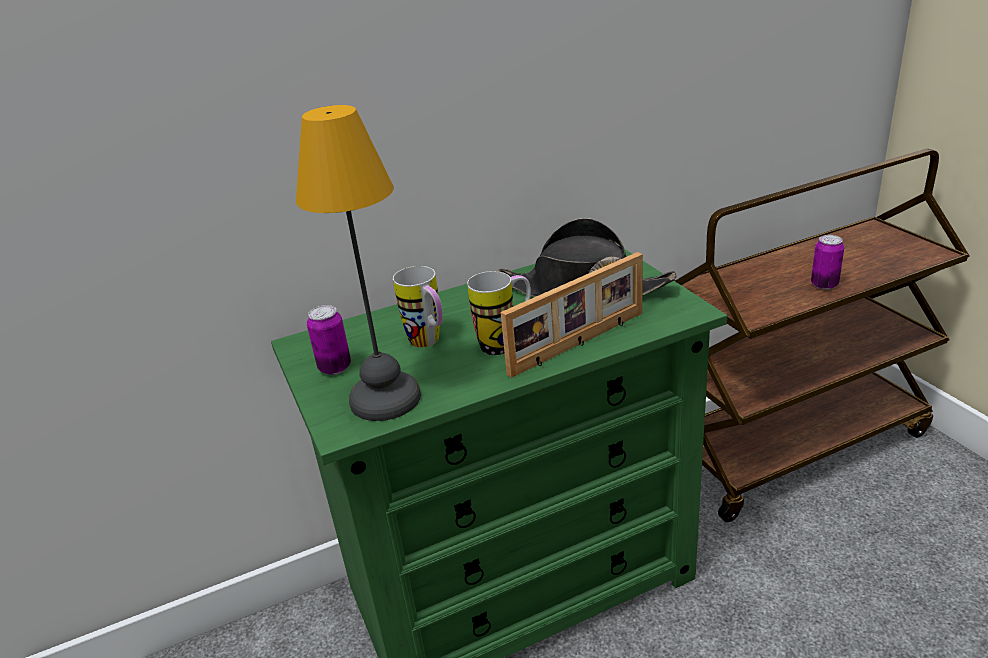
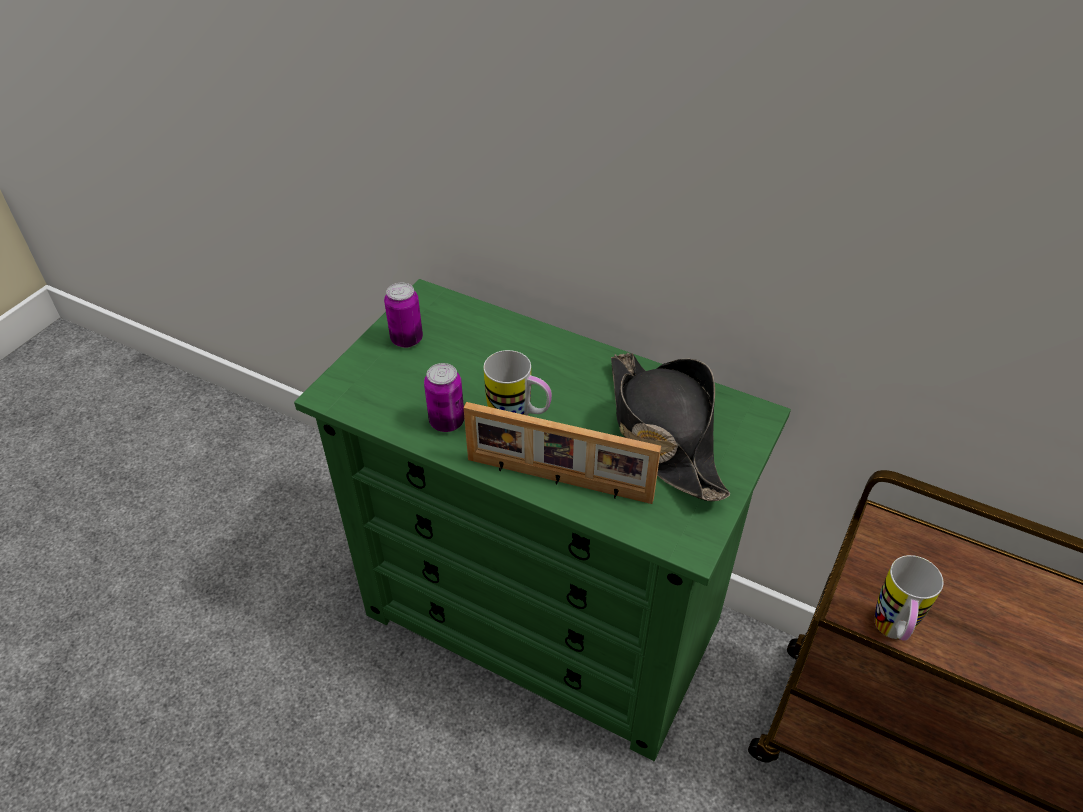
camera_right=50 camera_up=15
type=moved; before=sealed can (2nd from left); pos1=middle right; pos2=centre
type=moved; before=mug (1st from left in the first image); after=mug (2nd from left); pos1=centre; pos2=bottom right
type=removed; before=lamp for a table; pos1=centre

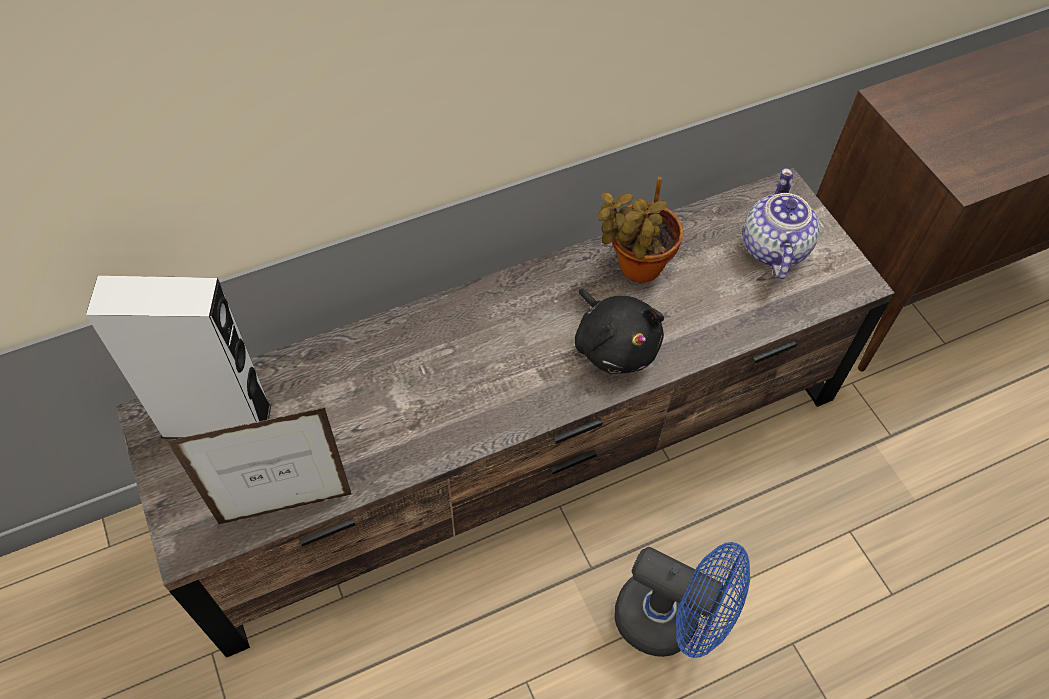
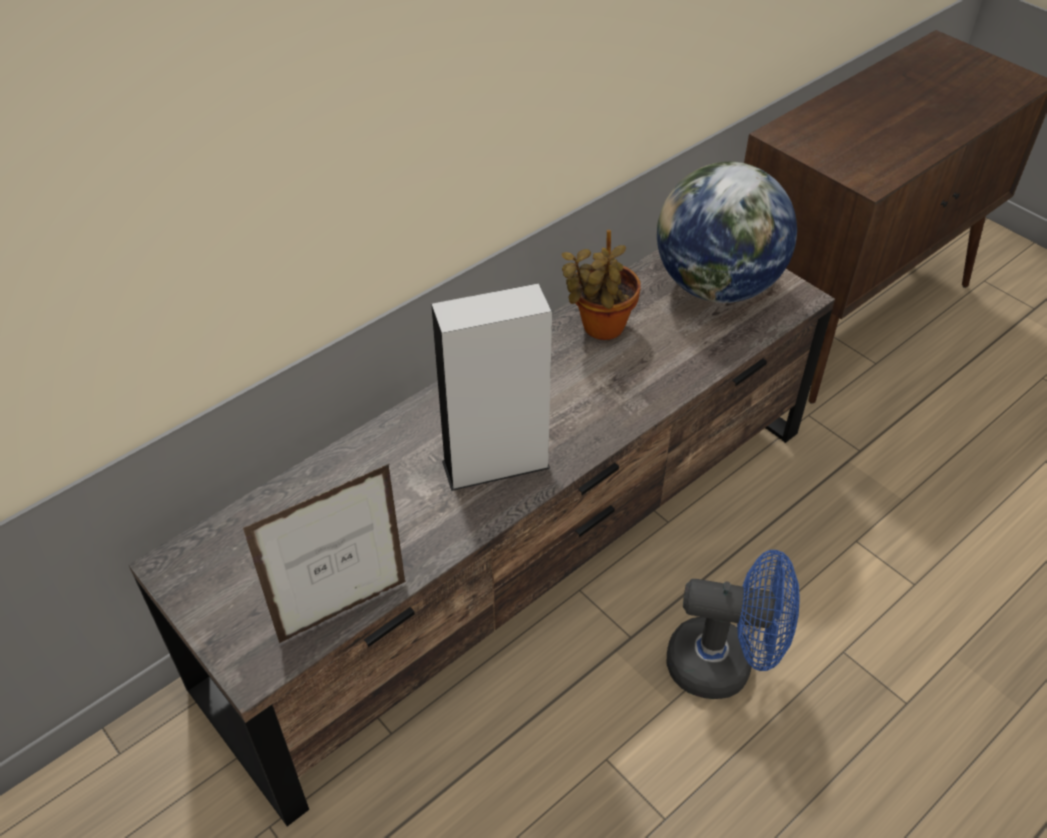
camera_right=-15 camera_up=-10
type=moved; before=audio speaker in gray; pos1=middle left; pos2=centre
type=replaced; before=tea pot; after=world globe; pos1=top right; pos2=top right
type=removed; before=soft toy in blackish; pos1=centre

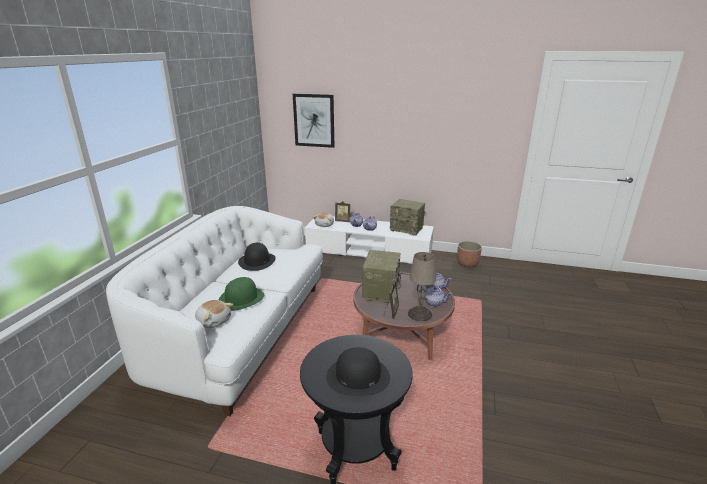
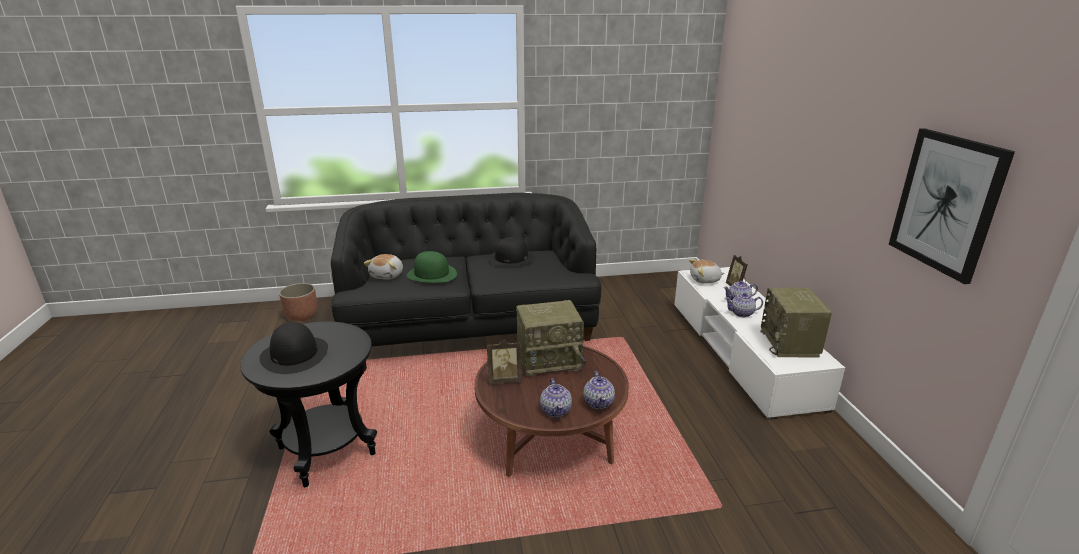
camera_right=65 camera_up=0
type=moved; before=flower pot; pos1=centre; pos2=middle left
type=recoloured; before=settee in whitish; after=settee in blackish; pos1=middle left; pos2=centre
type=moved; before=wall picture; pos1=top centre; pos2=middle right
type=removed; before=lamp for a table in beige-coloured; pos1=centre

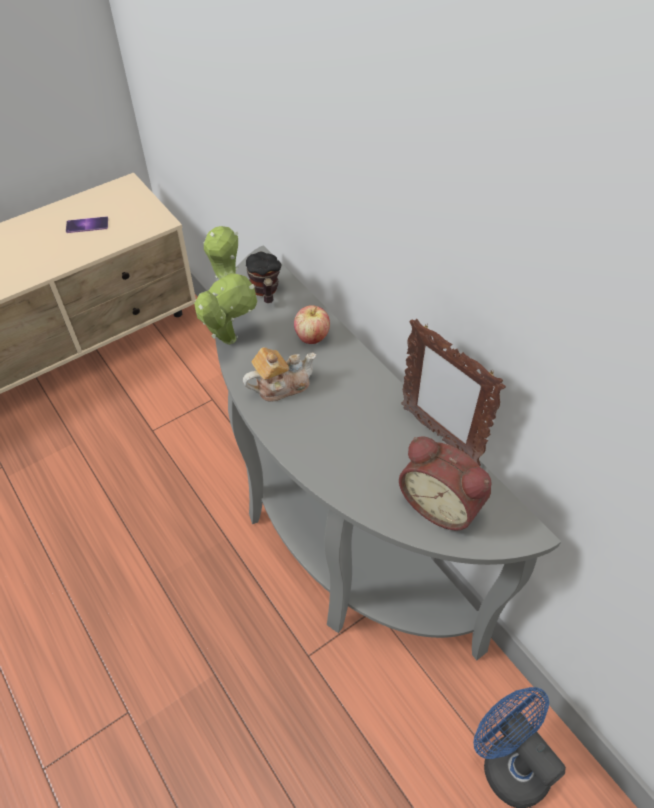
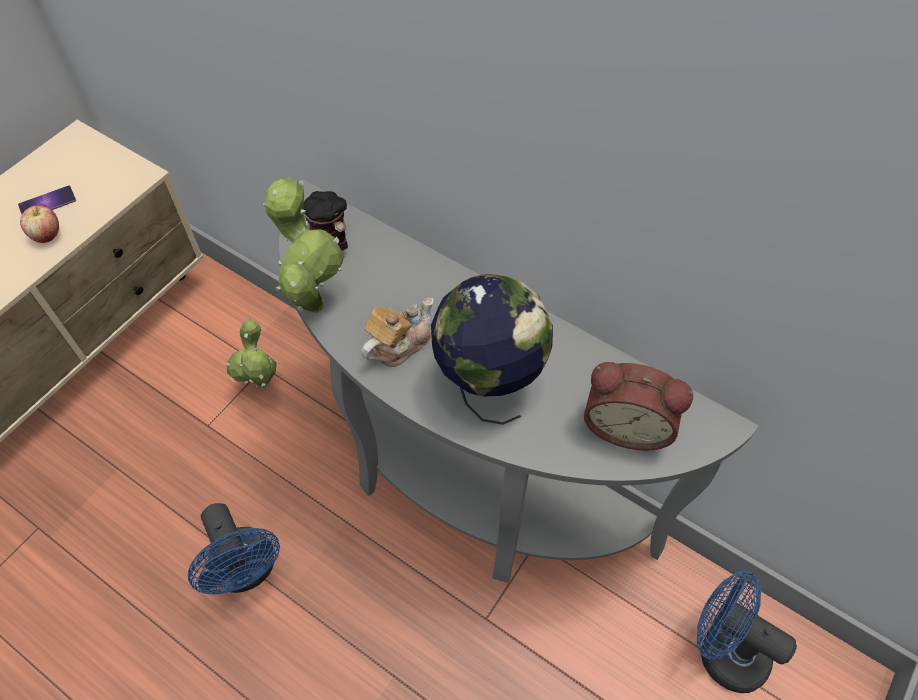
camera_right=-20 camera_up=5
type=moved; before=apple fruit; pos1=centre; pos2=top left
type=added; after=cooling fan in bluish (1st from left); pos2=bottom left
type=added; after=potted plant (1st from left); pos2=middle left
type=added; after=world globe; pos2=centre
type=removed; before=picture frame; pos1=middle right

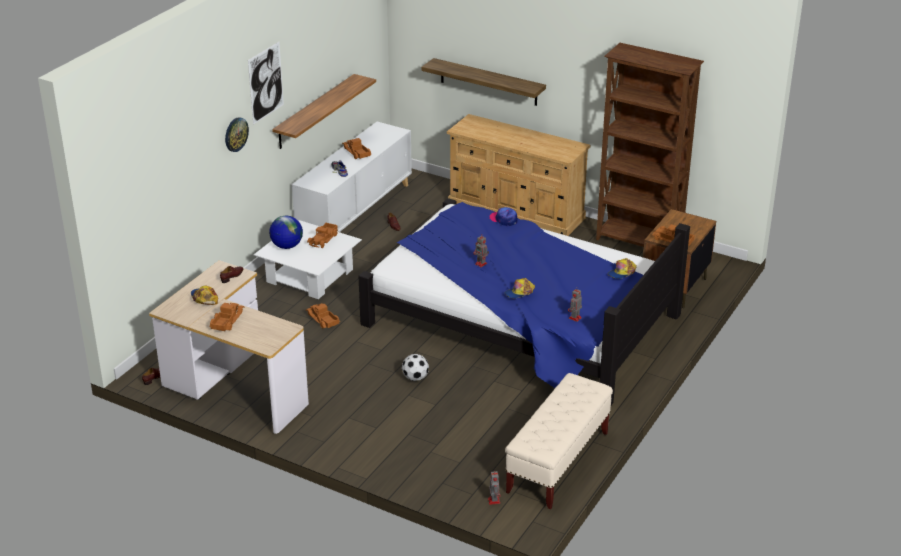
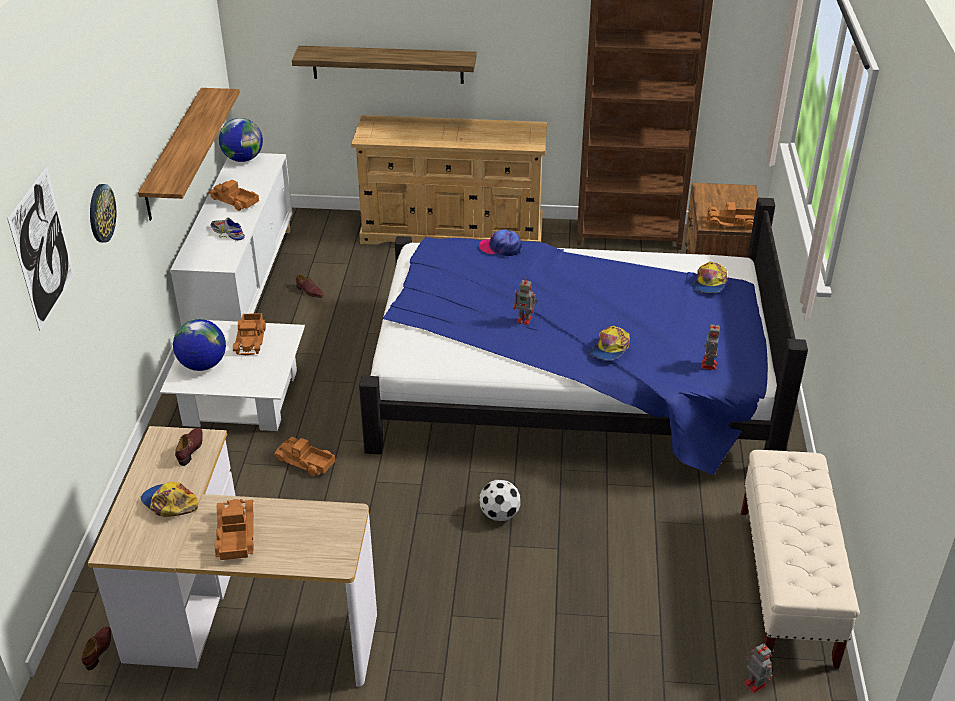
camera_right=-25 camera_up=5
type=moved; before=wall picture; pos1=top left; pos2=middle left
type=added; after=world globe (2nd from left); pos2=top left

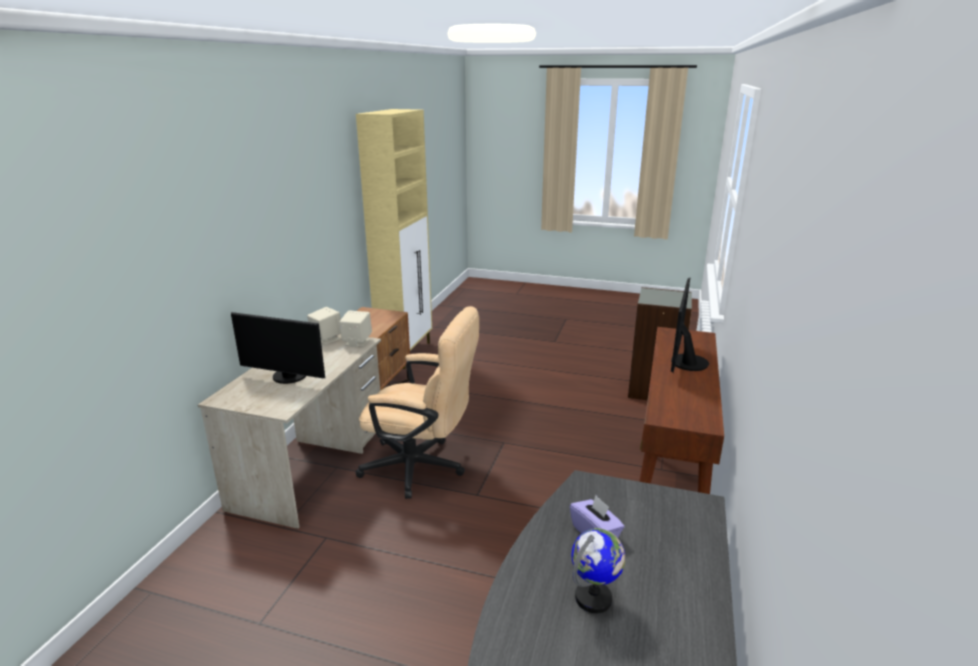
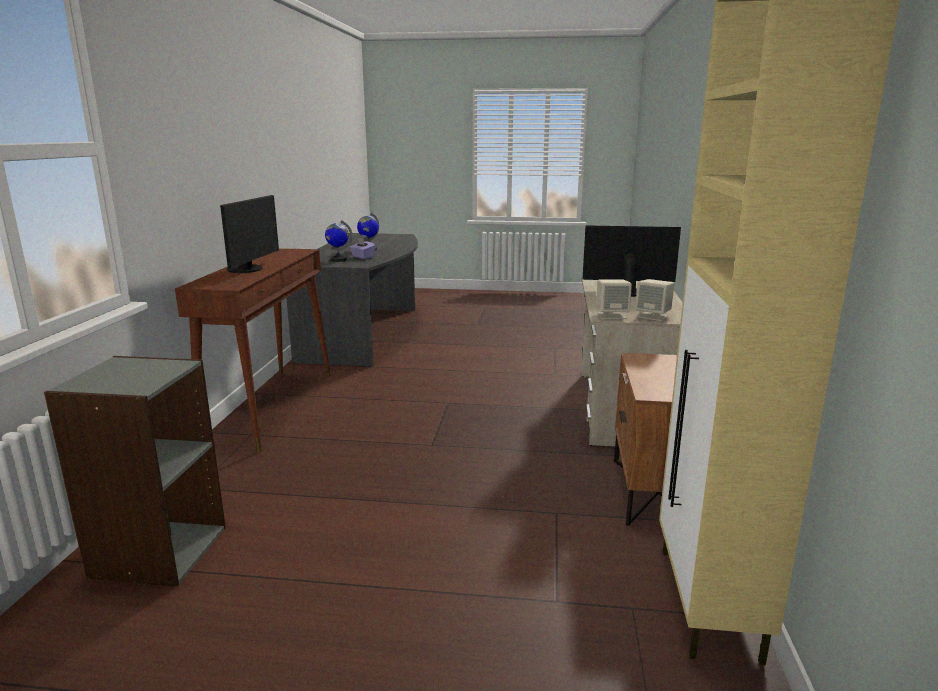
camera_right=170 camera_up=-5
type=added; after=world globe (1st from left); pos2=centre
type=removed; before=office chair in beige-coloured; pos1=centre

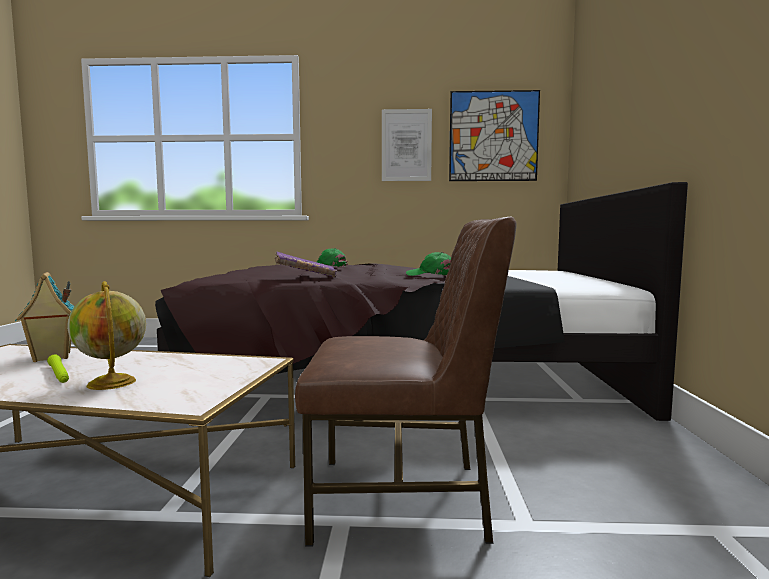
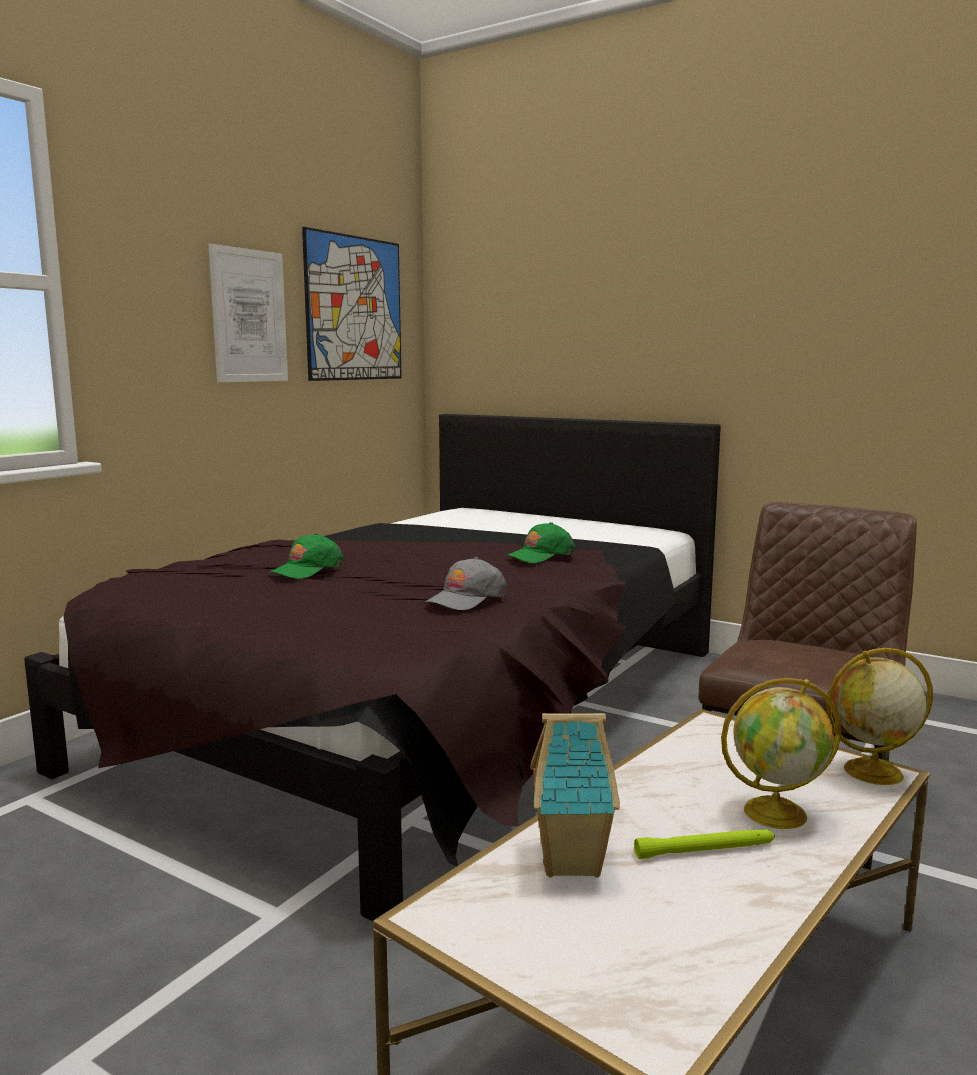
camera_right=-60 camera_up=5
type=replaced; before=book in purple; after=peaked cap in gray; pos1=centre; pos2=centre
type=added; after=world globe (2nd from left); pos2=middle right

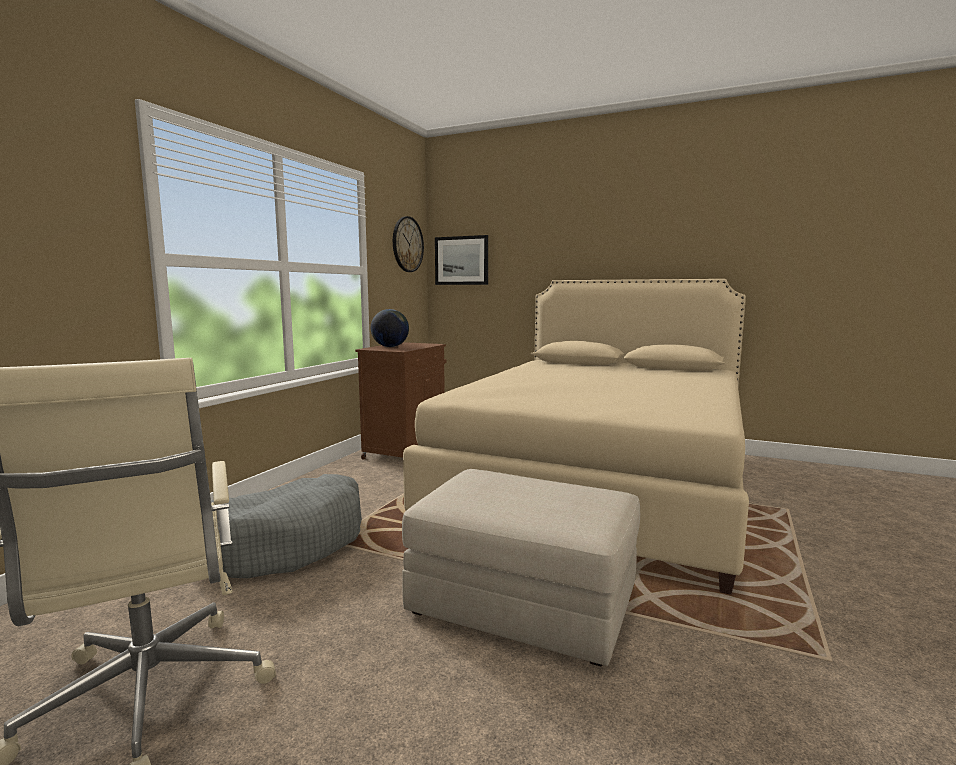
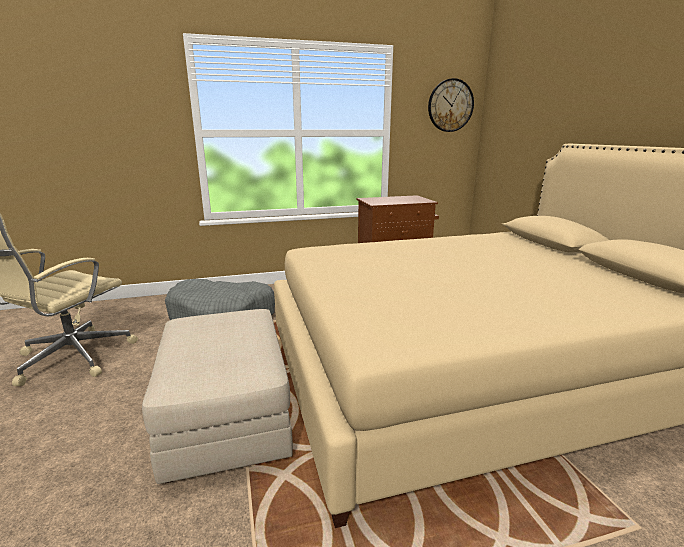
camera_right=50 camera_up=10
type=removed; before=world globe; pos1=centre
type=removed; before=wall picture; pos1=centre

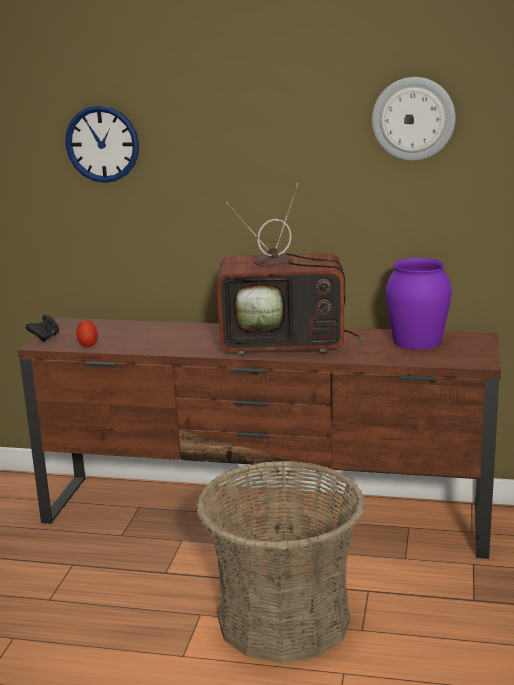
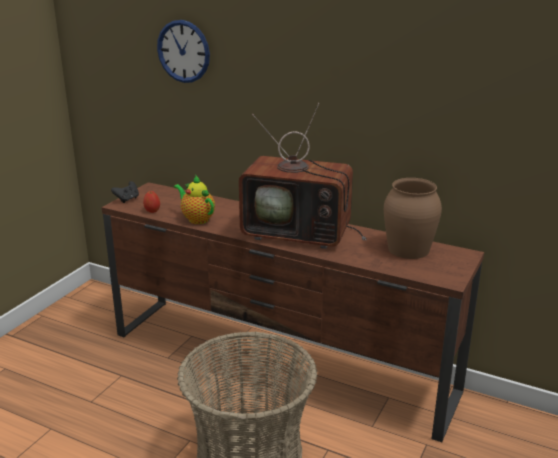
camera_right=15 camera_up=5
type=added; after=tea pot; pos2=centre
type=recoloured; before=flower vase in purple; after=flower vase in brown; pos1=middle right; pos2=middle right
type=removed; before=clock on the wall (2nd from left); pos1=top right

